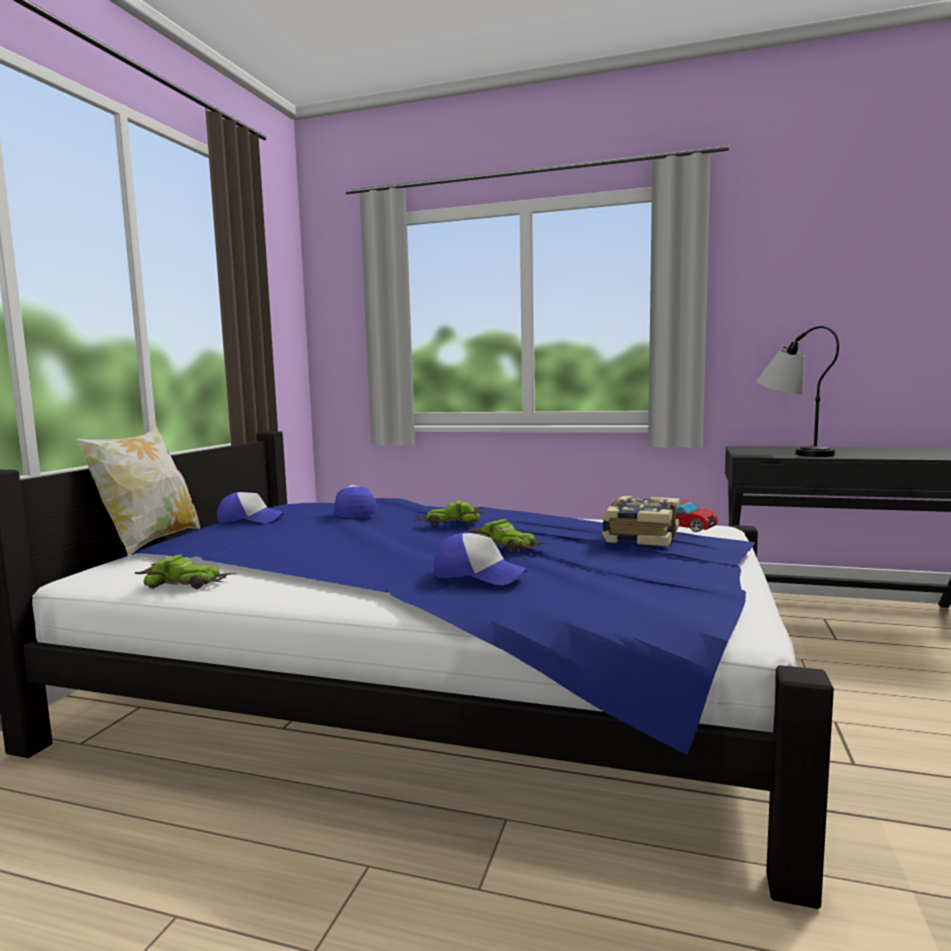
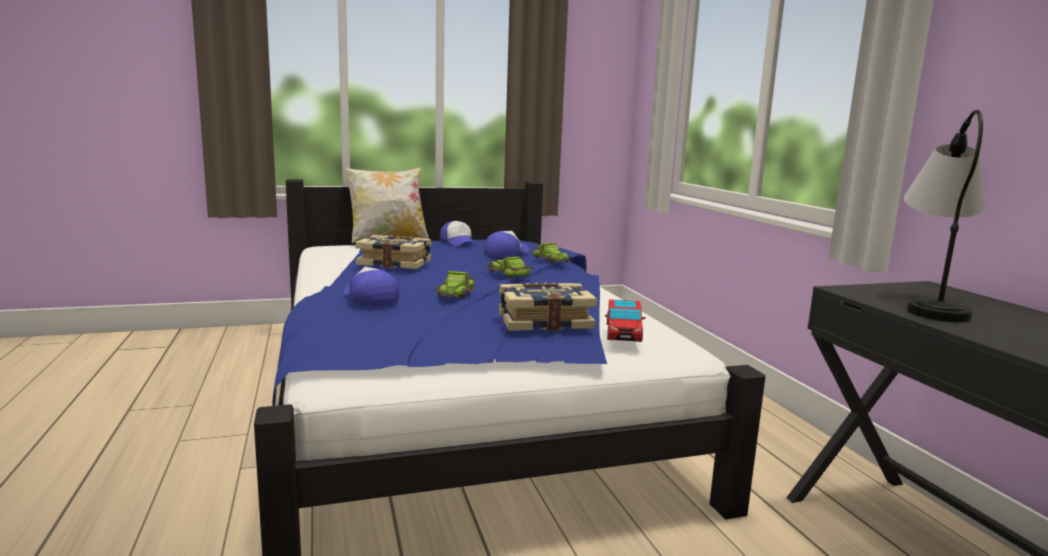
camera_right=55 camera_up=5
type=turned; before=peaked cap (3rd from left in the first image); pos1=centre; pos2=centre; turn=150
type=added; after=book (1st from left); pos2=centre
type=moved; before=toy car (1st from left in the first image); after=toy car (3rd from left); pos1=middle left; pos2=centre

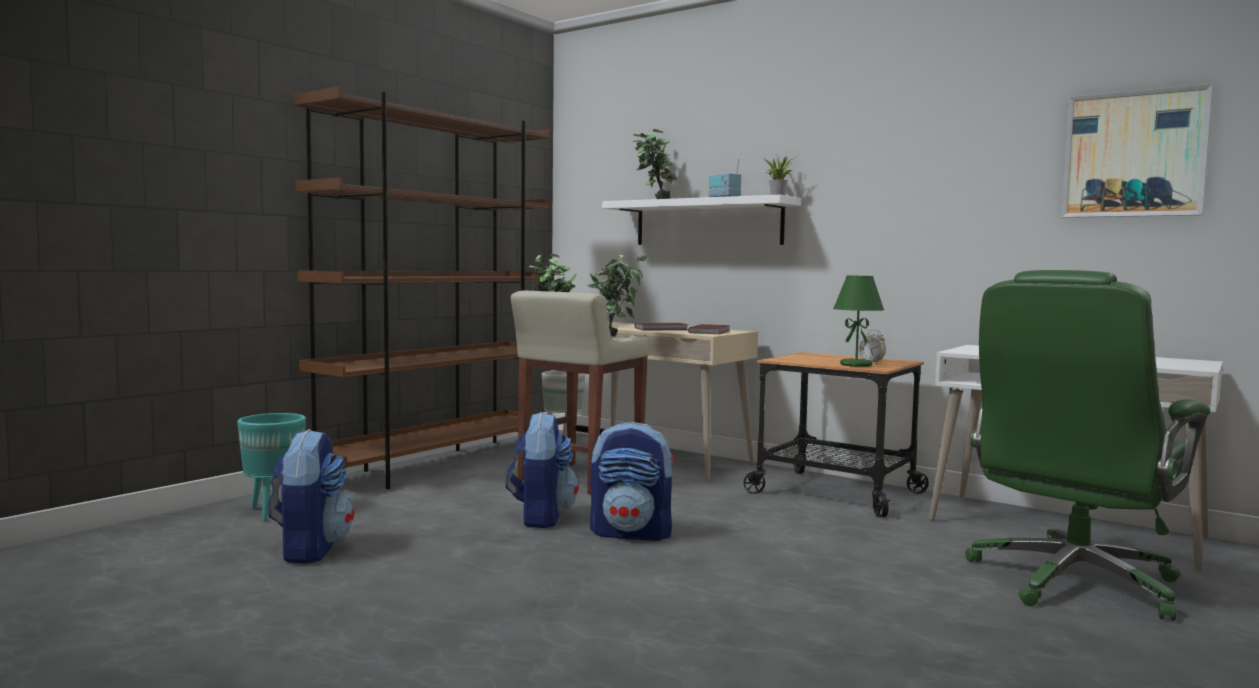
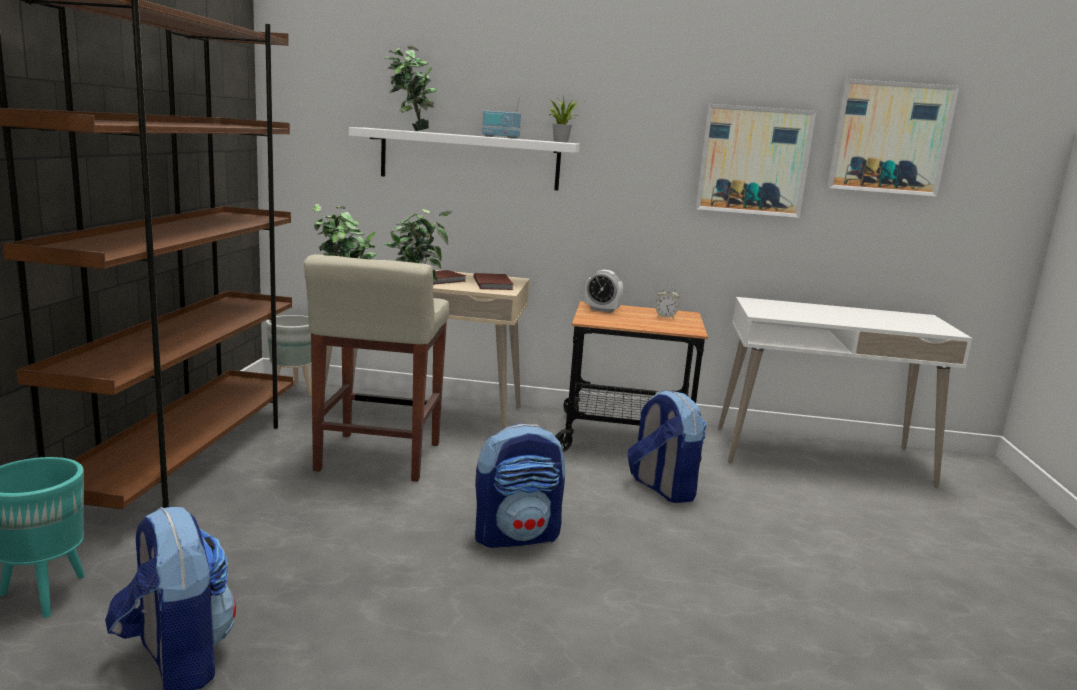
camera_right=-30 camera_up=10
type=added; after=bedside clock (1st from left); pos2=centre
type=moved; before=rucksack (2nd from left in the first image); after=rucksack (3rd from left); pos1=bottom centre; pos2=centre
type=added; after=wall picture (1st from left); pos2=top right
type=removed; before=lamp for a table in greenish; pos1=middle right
type=removed; before=office chair in greenish; pos1=middle right

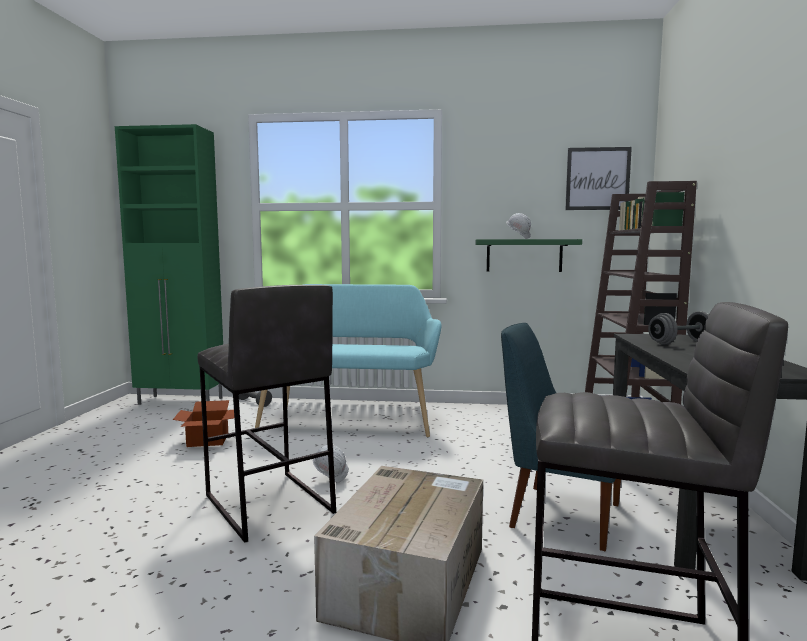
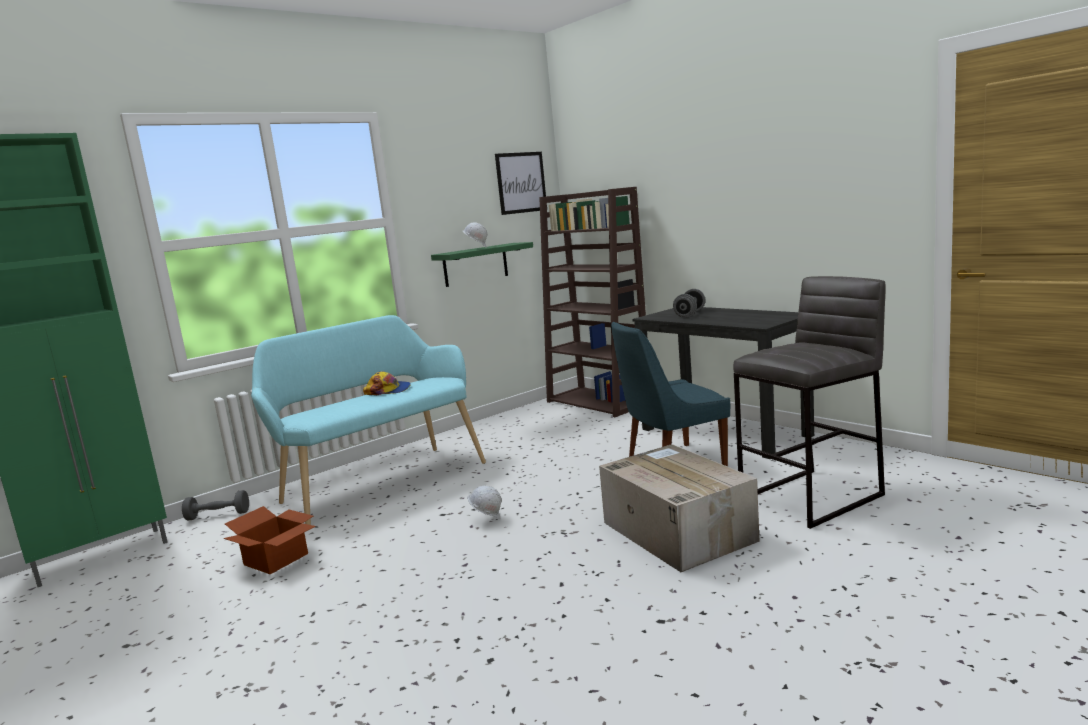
camera_right=-45 camera_up=5
type=added; after=peaked cap; pos2=centre
type=removed; before=stool in gray (1st from left); pos1=middle left

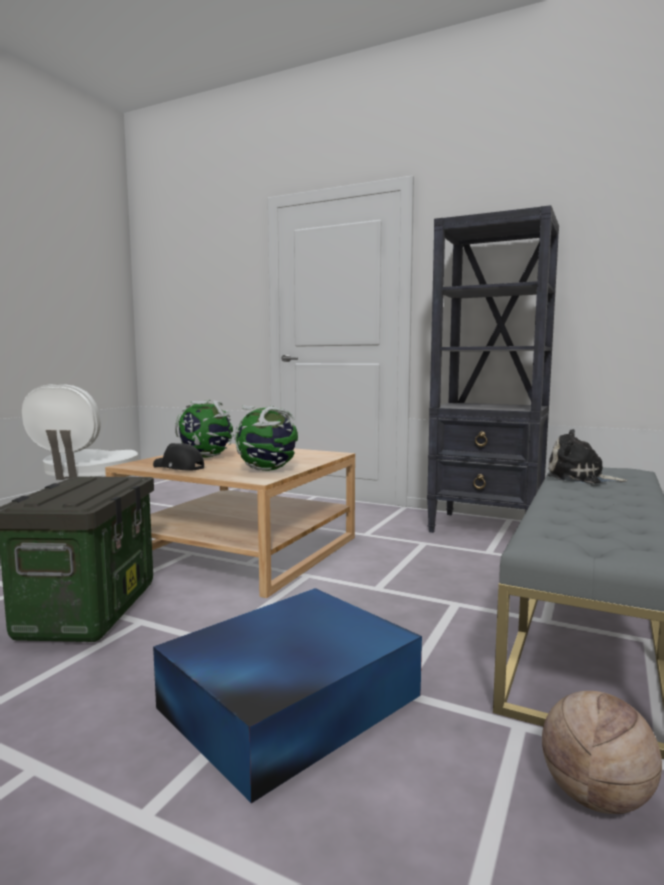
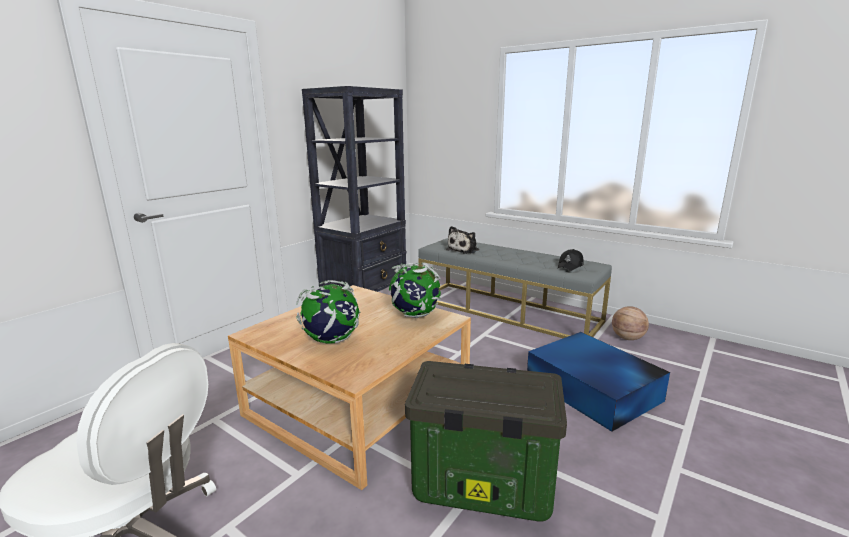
camera_right=-80 camera_up=10
type=moved; before=peaked cap in blackish; pos1=middle left; pos2=middle right

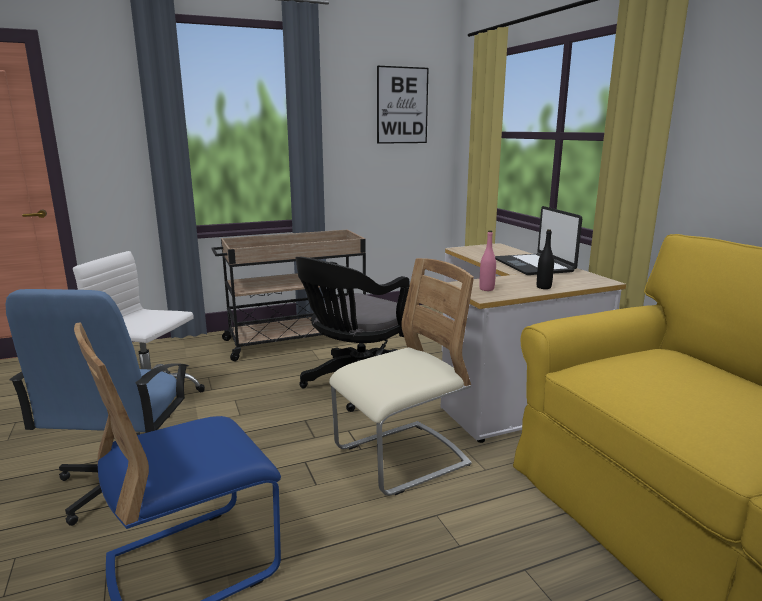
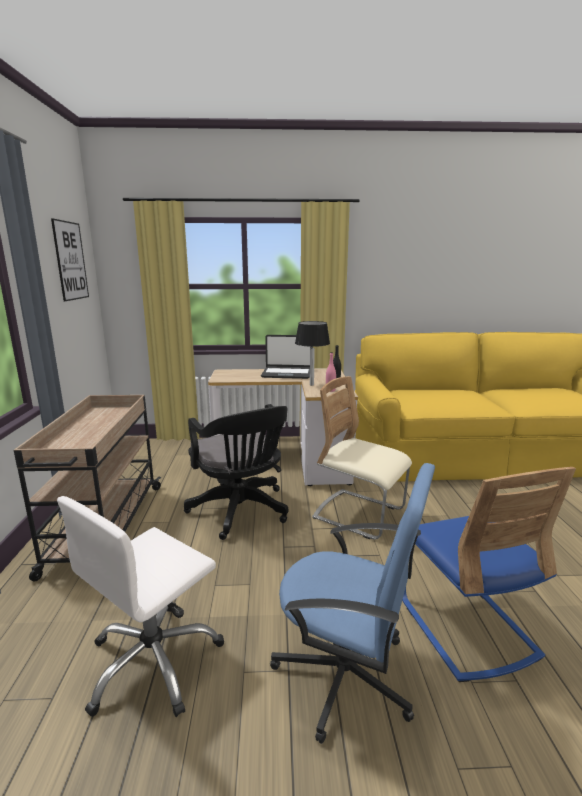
camera_right=-70 camera_up=0
type=added; after=lamp for a table in blackish; pos2=centre
type=turned; before=upright chair in beige-coloured; pos1=centre; pos2=centre; turn=-45

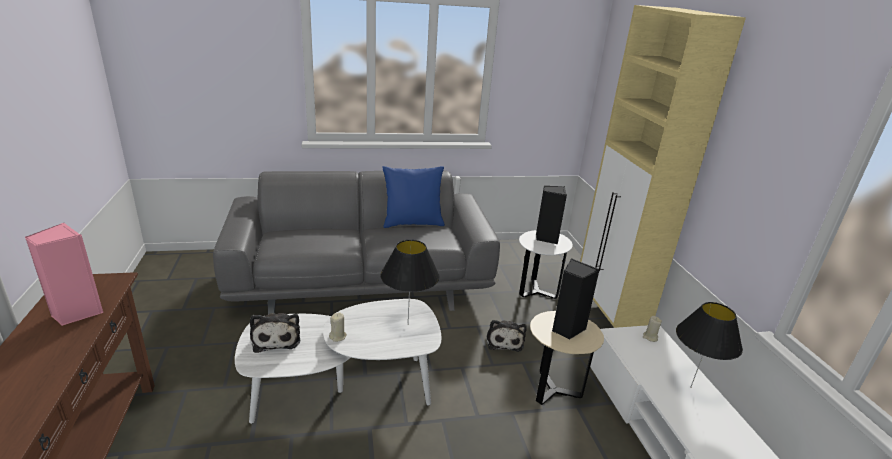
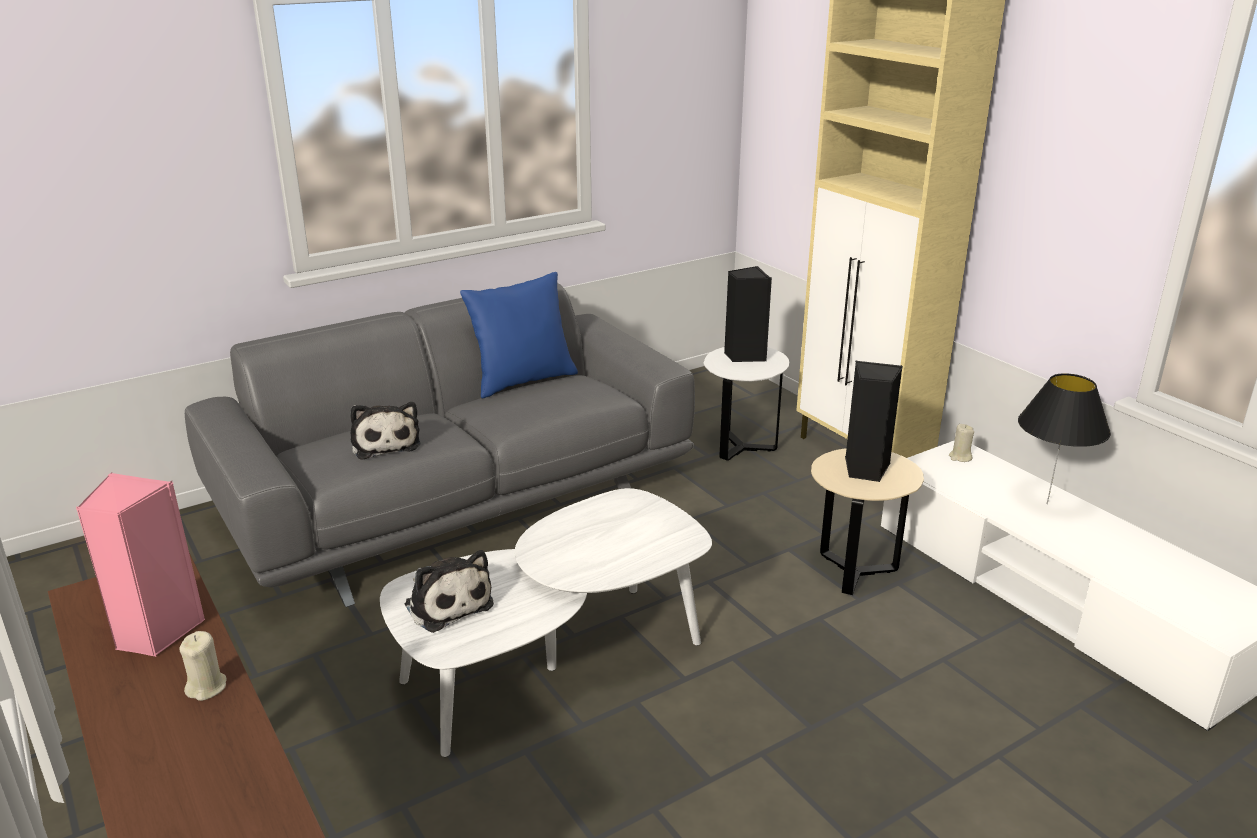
camera_right=-20 camera_up=0
type=moved; before=candle in beige-coloured (1st from left); pos1=bottom centre; pos2=bottom left
type=moved; before=soft toy (2nd from left in the first image); after=soft toy (1st from left); pos1=bottom centre; pos2=middle left
type=removed; before=lamp for a table in blackish (1st from left); pos1=centre

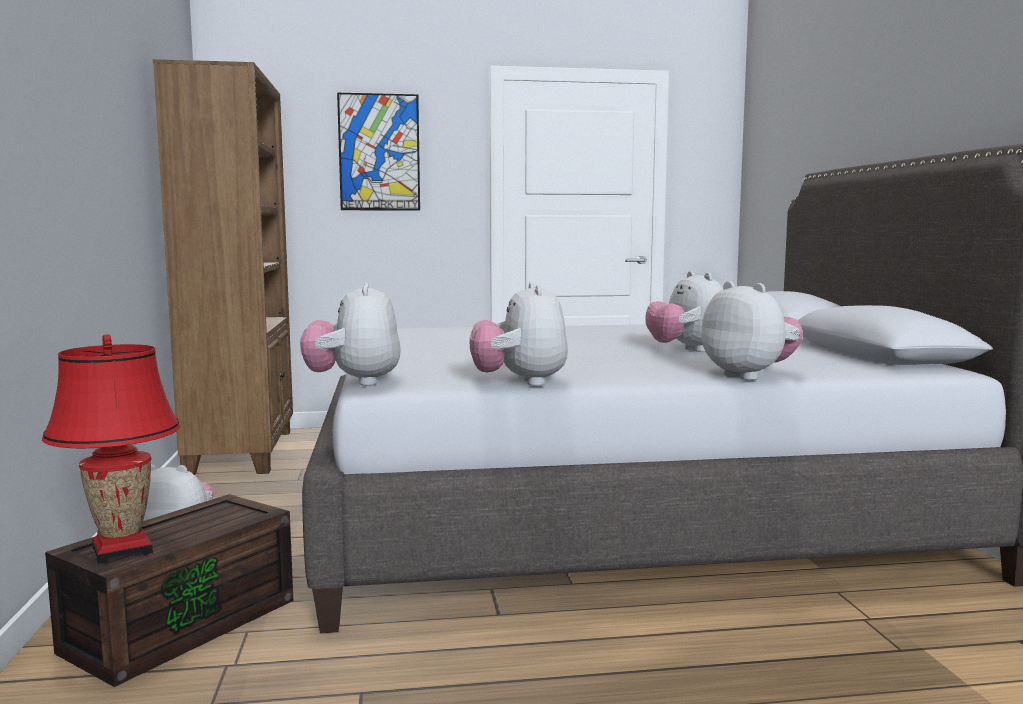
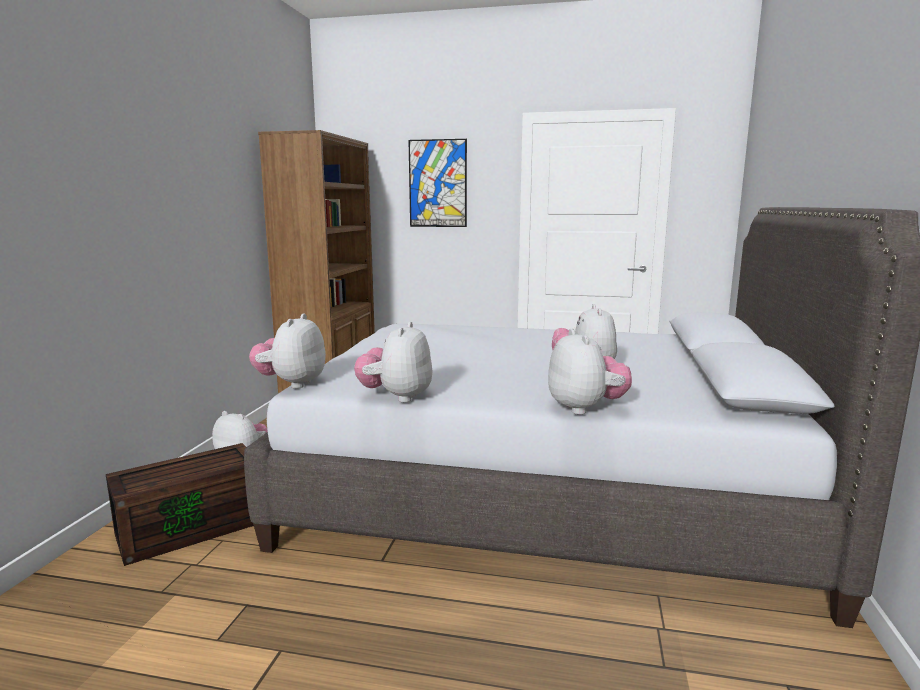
camera_right=20 camera_up=5
type=removed; before=lamp for a table in reddish; pos1=middle left

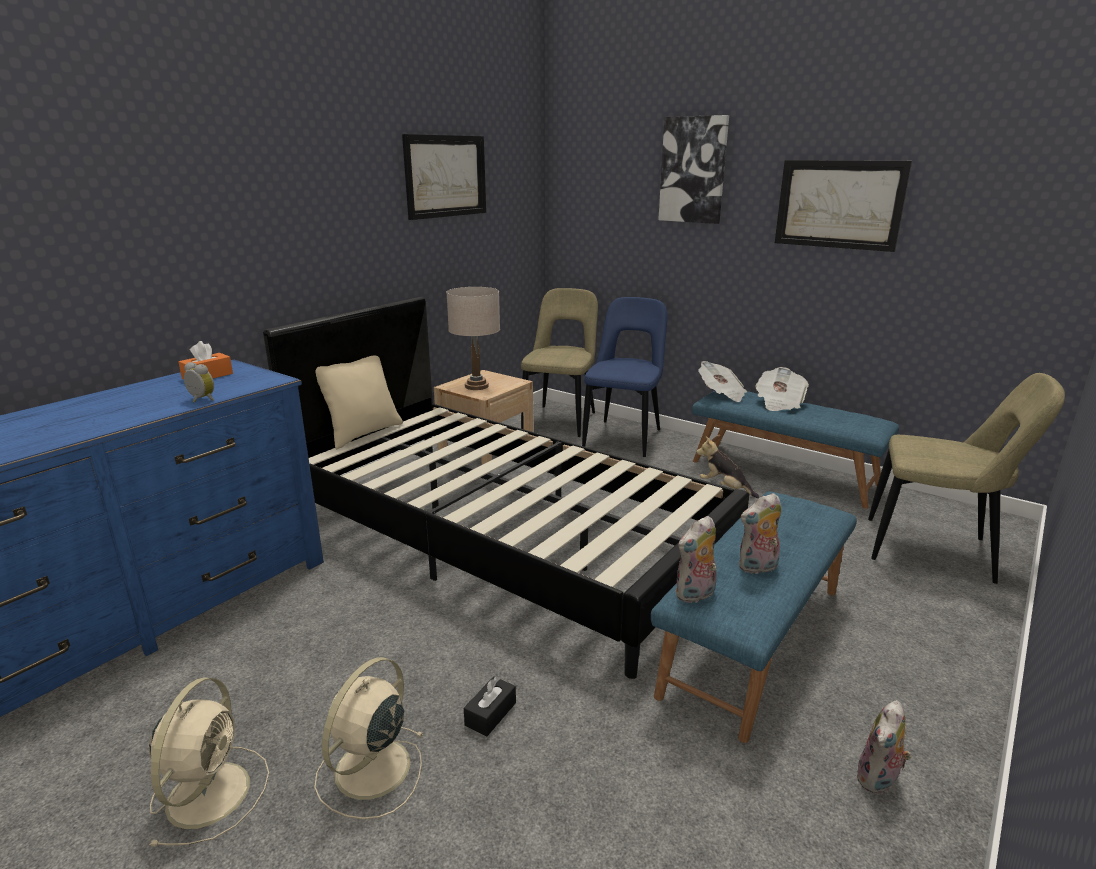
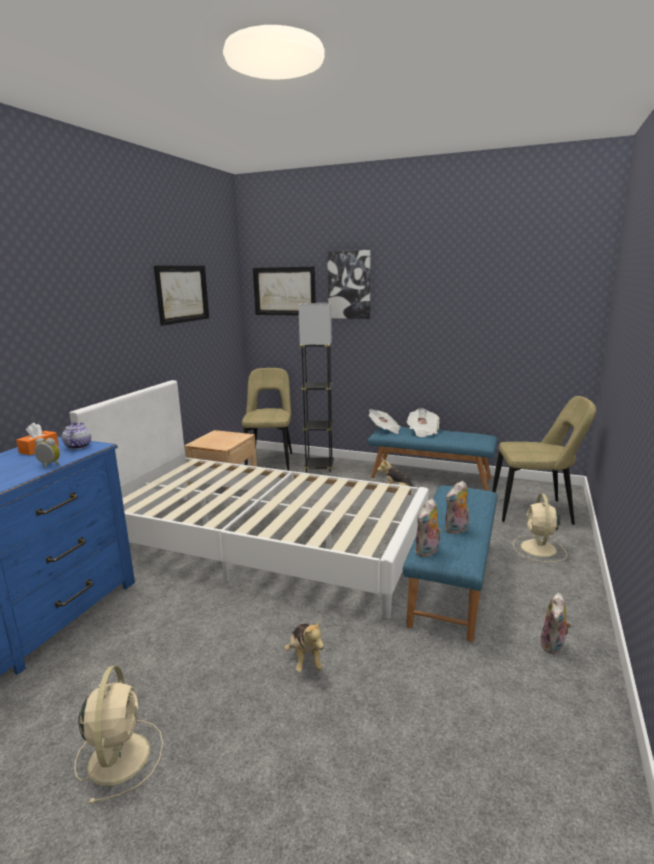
camera_right=-15 camera_up=-5
type=added; after=tea pot; pos2=middle left
type=recoloured; before=bed in blackish; after=bed in whitish; pos1=centre; pos2=centre
type=moved; before=wall picture (3rd from left in the first image); after=wall picture (2nd from left); pos1=top right; pos2=centre
type=replaced; before=box of tissues in blackish; after=soft toy (1st from left); pos1=bottom centre; pos2=bottom centre
type=replaced; before=upright chair in bluish; after=standard lamp in gray; pos1=centre; pos2=centre
type=moved; before=cooling fan in beige-coloured (2nd from left); pos1=bottom centre; pos2=middle right
type=removed; before=throw pillow in beige-coloured; pos1=middle left
type=removed; before=lamp for a table in beige-coloured; pos1=centre

